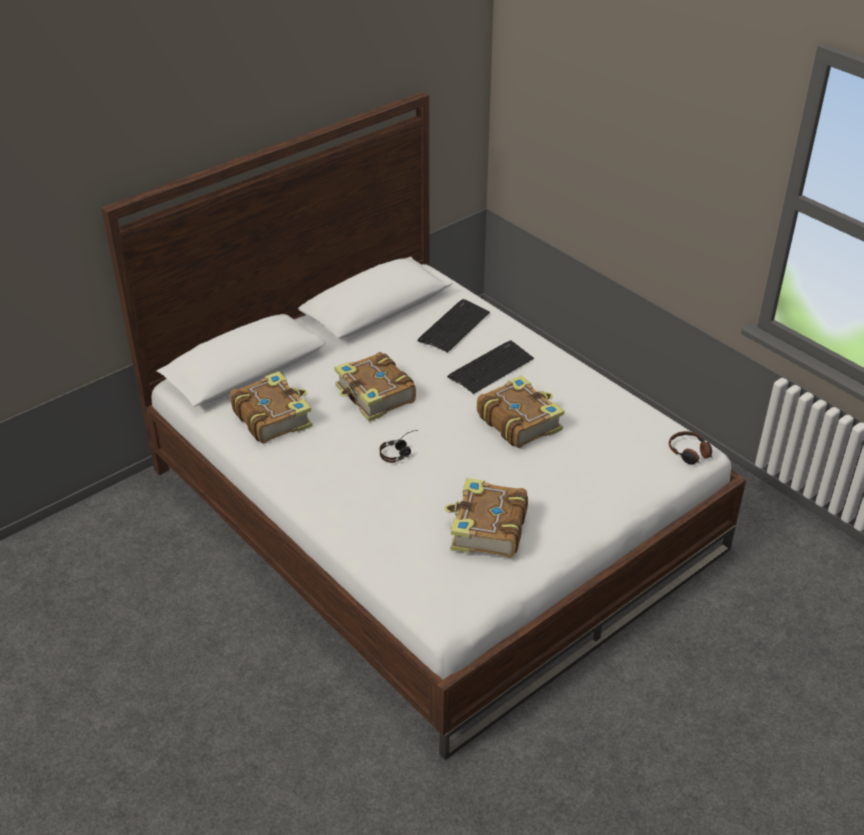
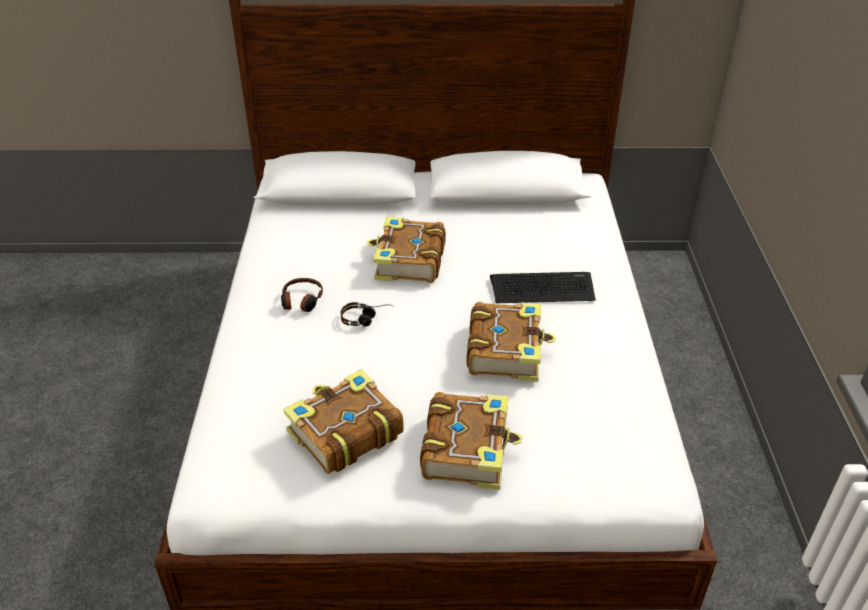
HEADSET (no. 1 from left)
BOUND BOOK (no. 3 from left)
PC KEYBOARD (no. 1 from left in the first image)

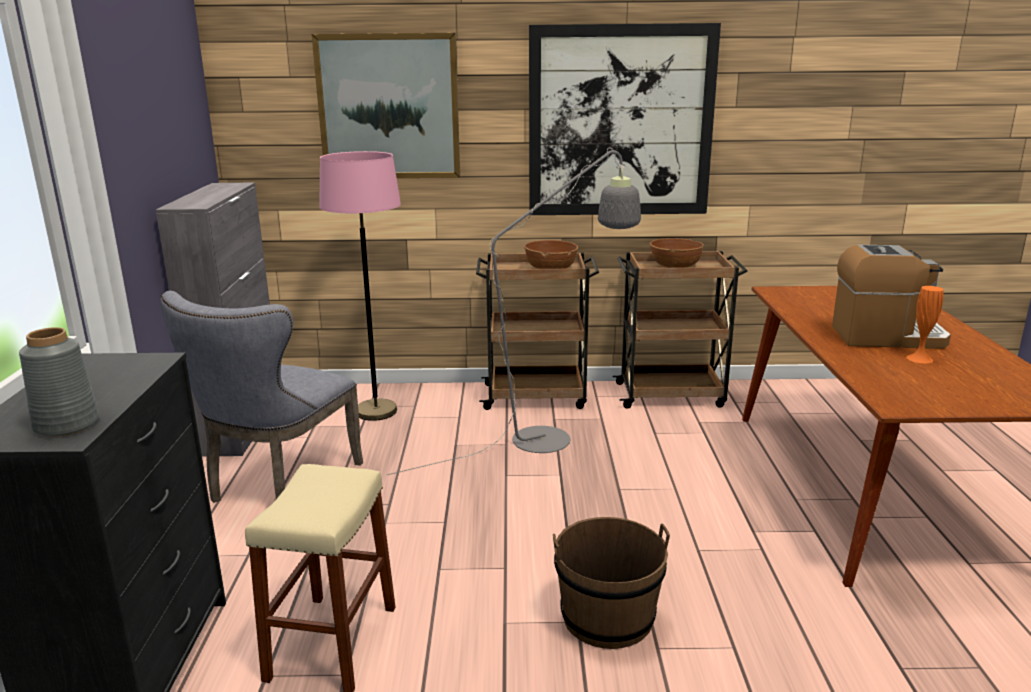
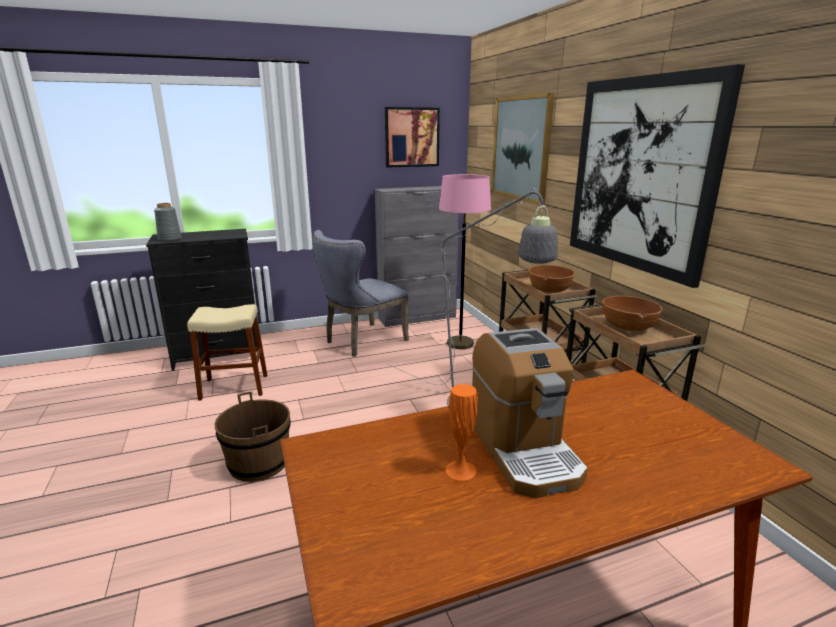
GREYISH UPRIGHT CHAIR
WALL PICTURE (no. 1 from left)

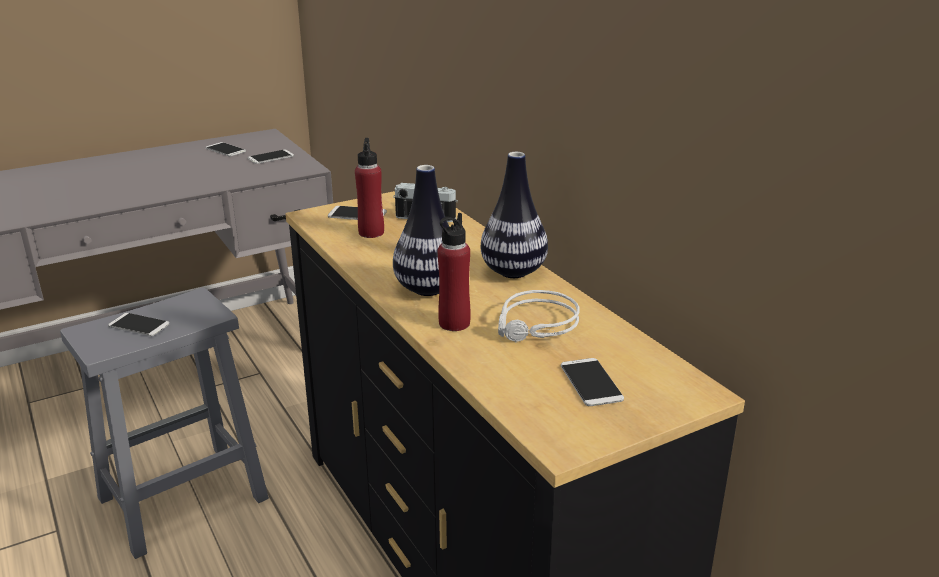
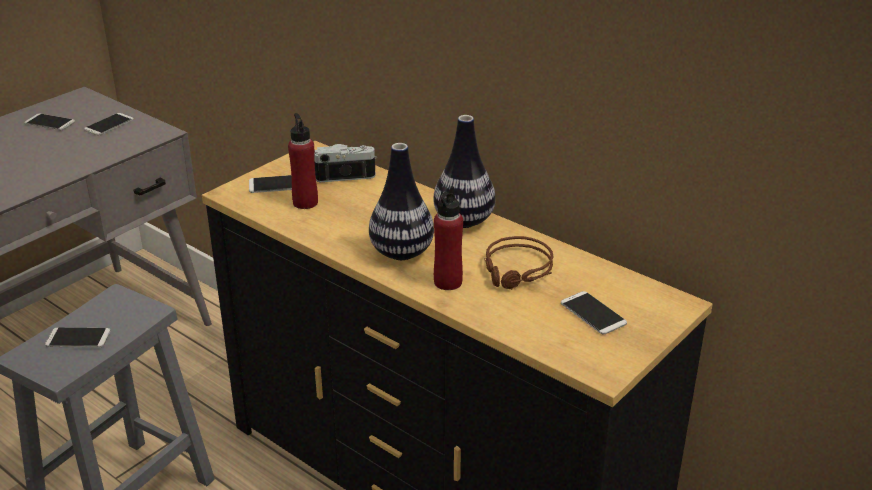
BROWN HEADSET

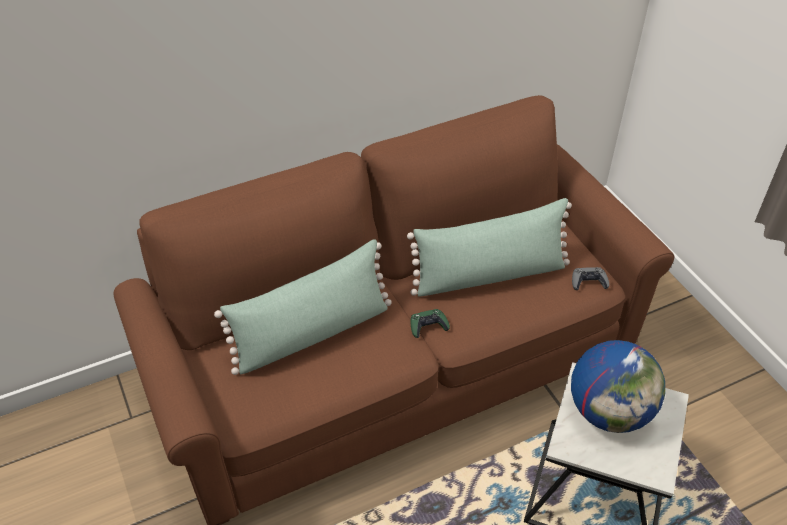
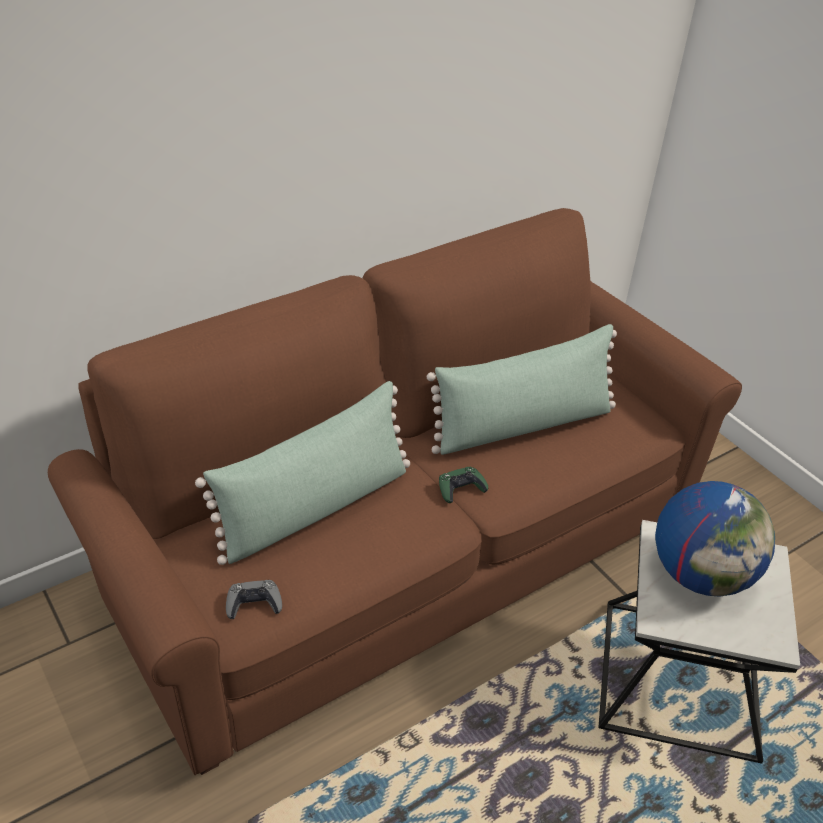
GREYISH GAME CONTROLLER

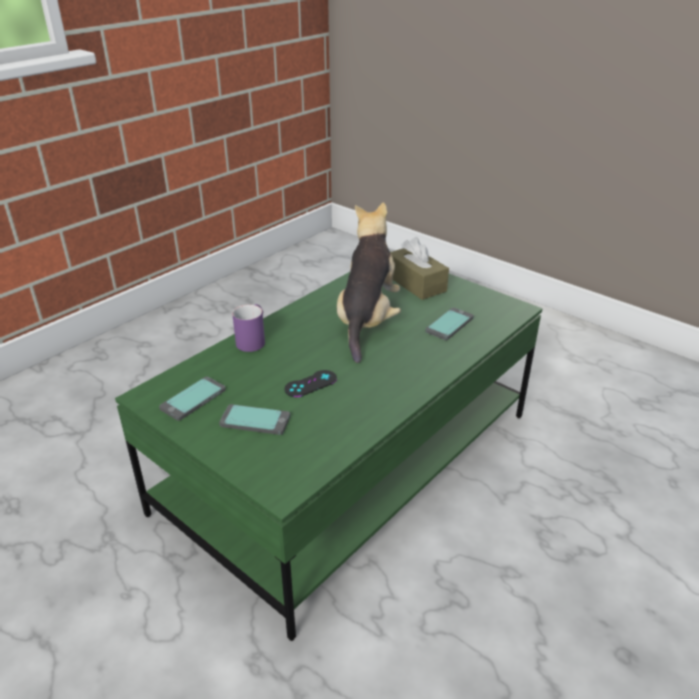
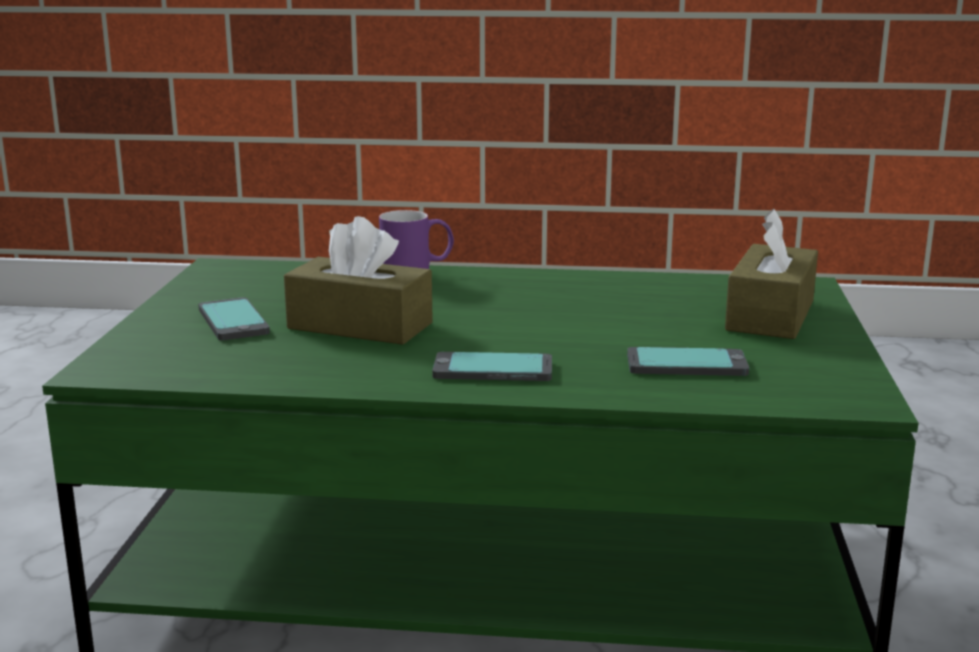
BROWN BOX OF TISSUES (no. 1 from left)
HANDSET (no. 2 from left)
CUDDLY TOY

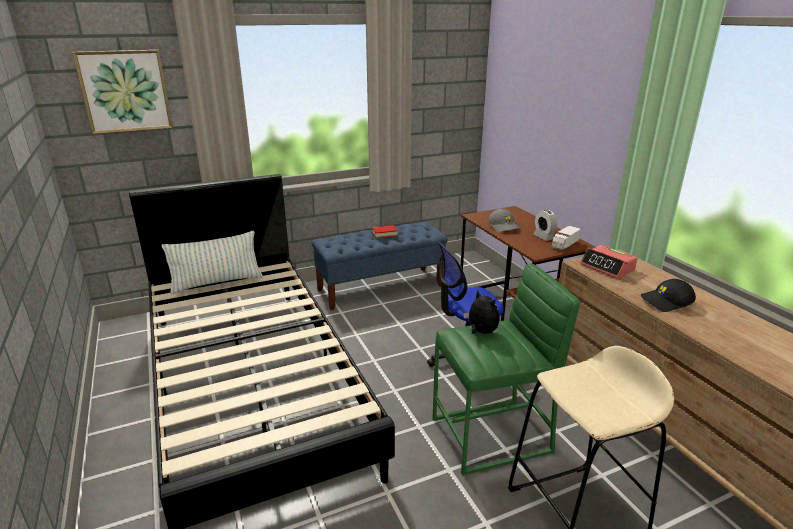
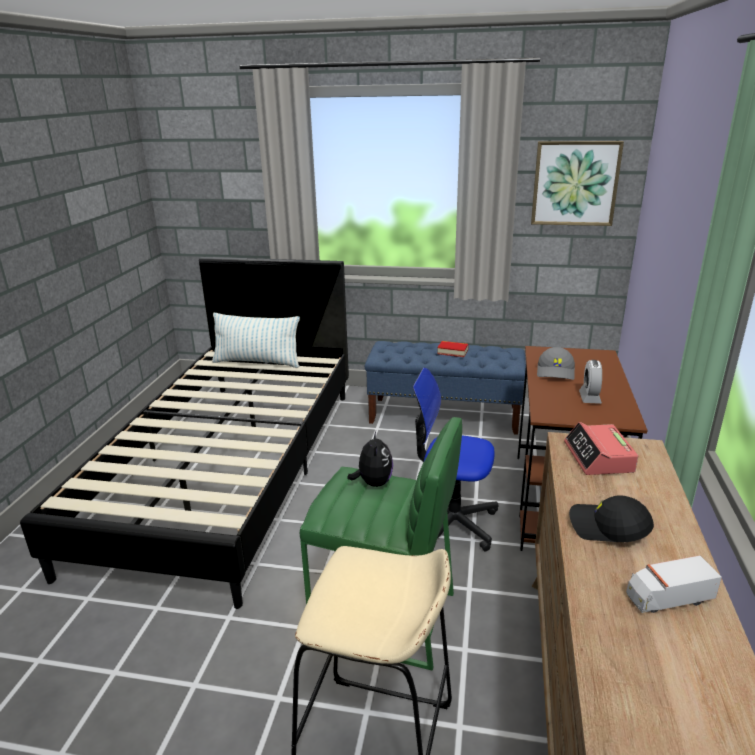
WALL PICTURE
TOY TRUCK

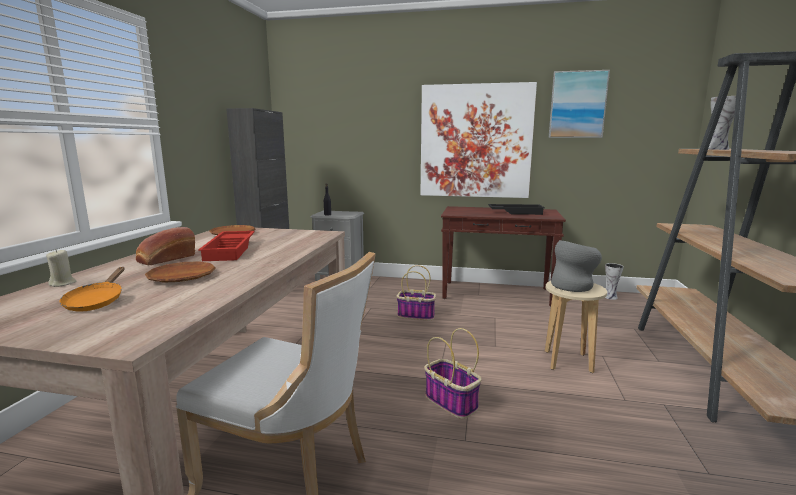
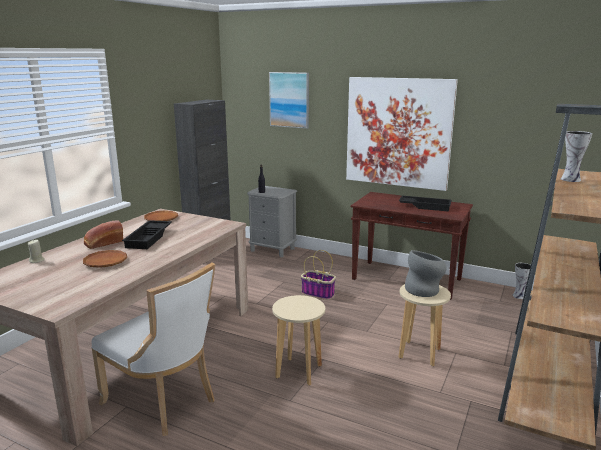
BLACK SERVING TRAY (no. 1 from left)
WALL PICTURE (no. 1 from left)
BEIGE STOOL (no. 1 from left)
ORANGE-COLOURED SKILLET

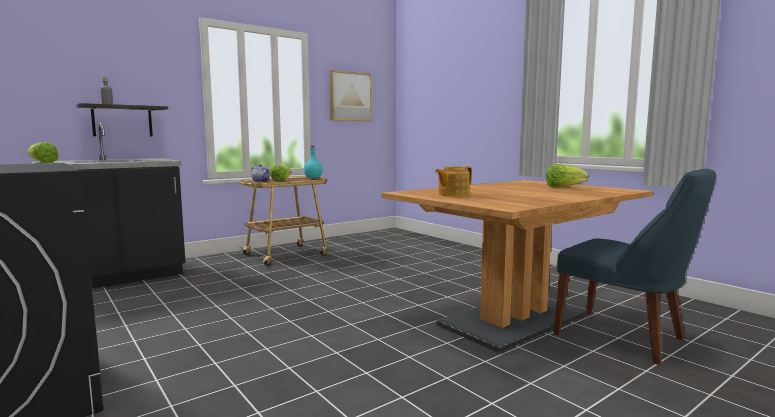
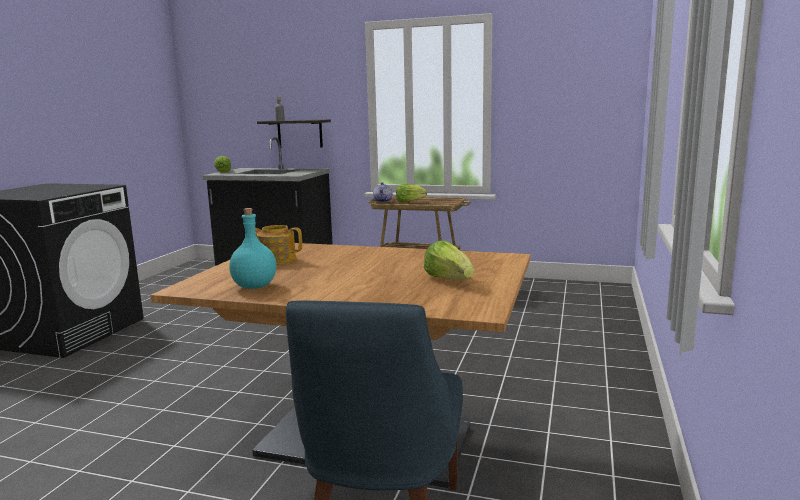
TURQUOISE-COLOURED BOTTLE
WALL PICTURE

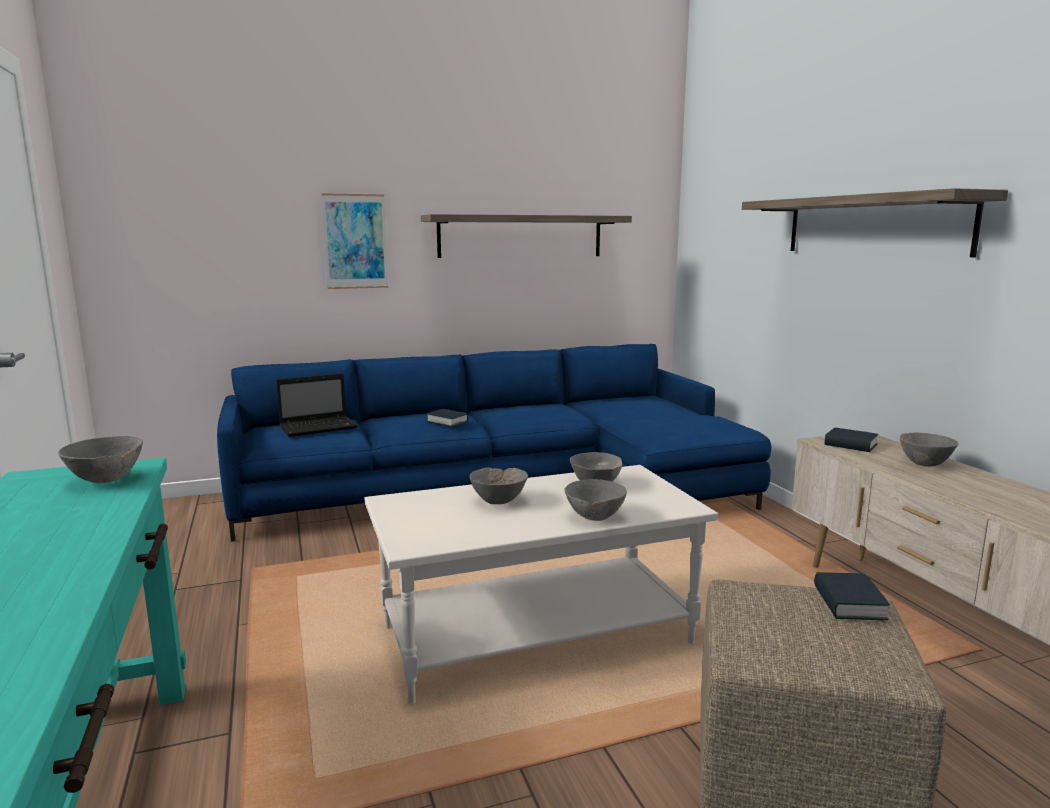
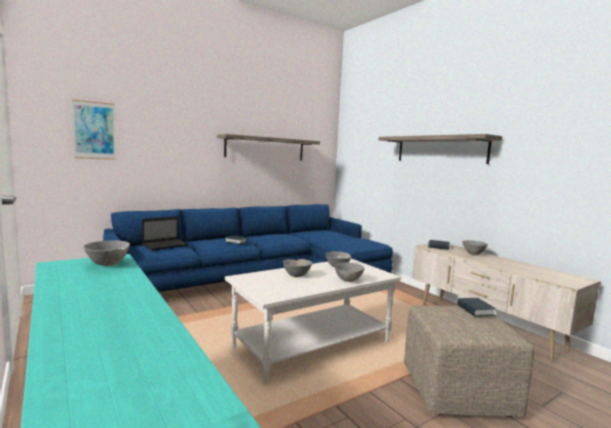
WALL PICTURE

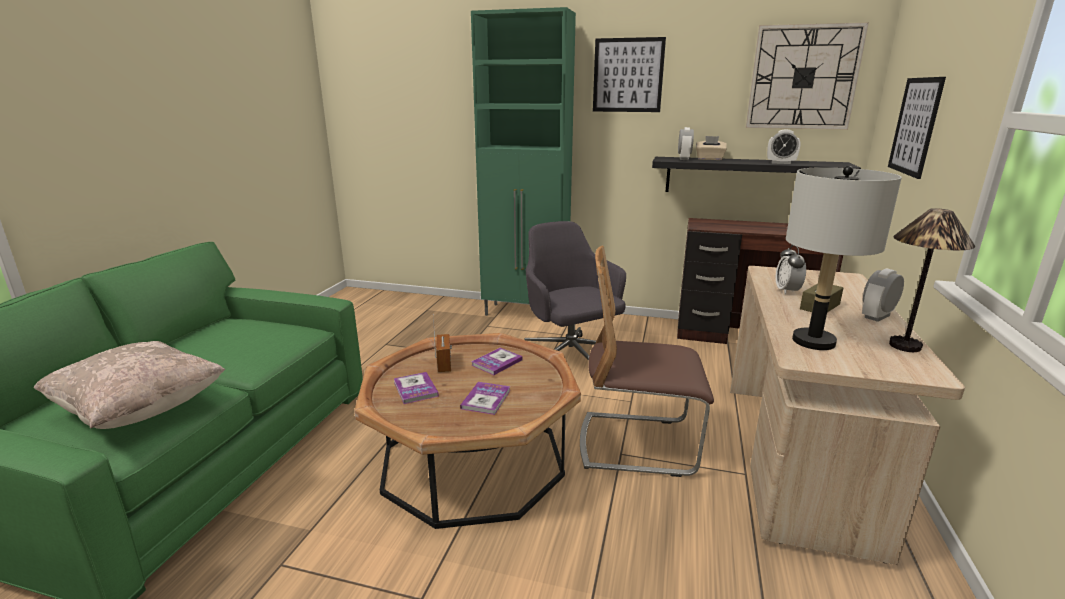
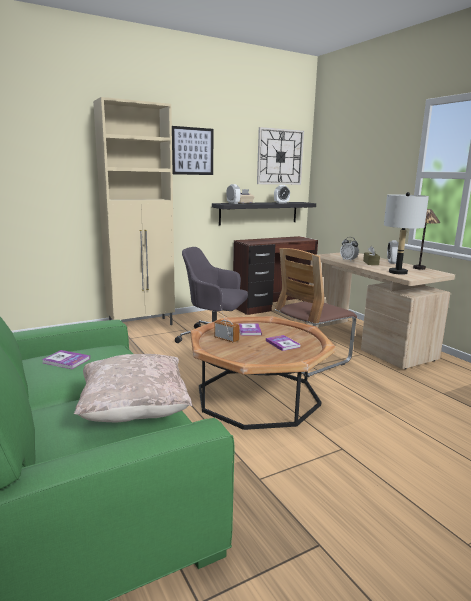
BOUND BOOK (no. 1 from left)
BEIGE CUPBOARD
WALL PICTURE (no. 2 from left in the first image)

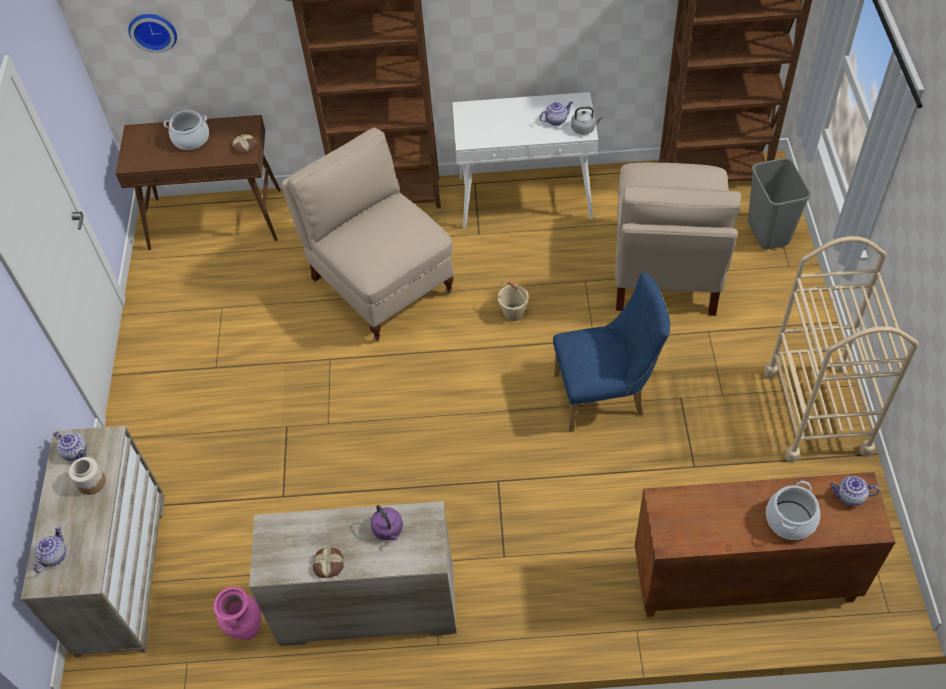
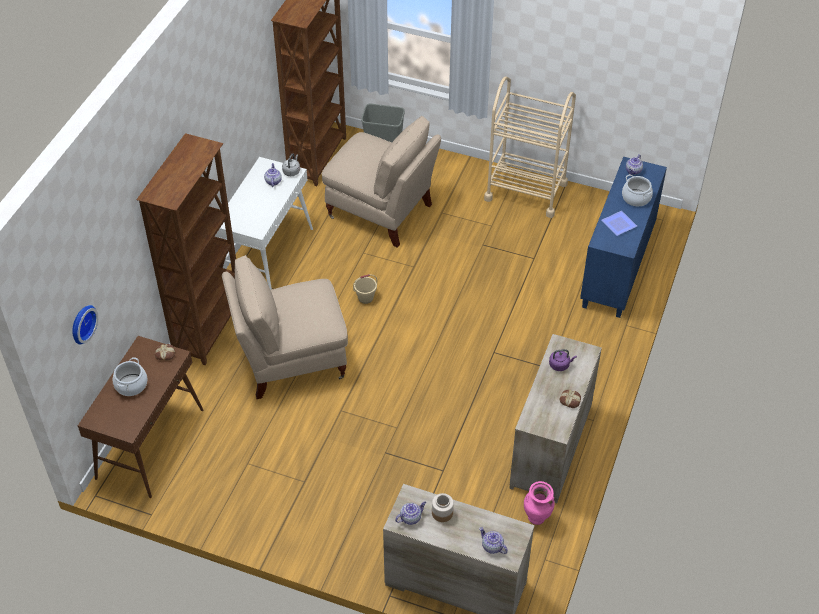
BLUE CUPBOARD
FLAT DISH
BLUE UPRIGHT CHAIR

